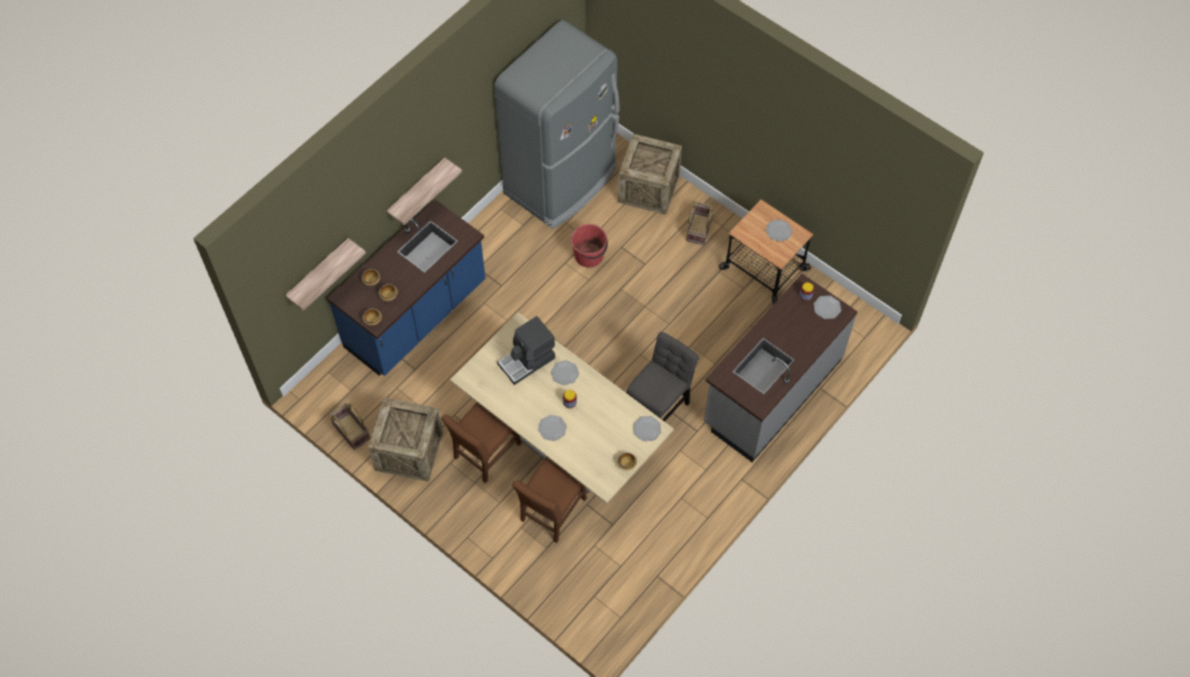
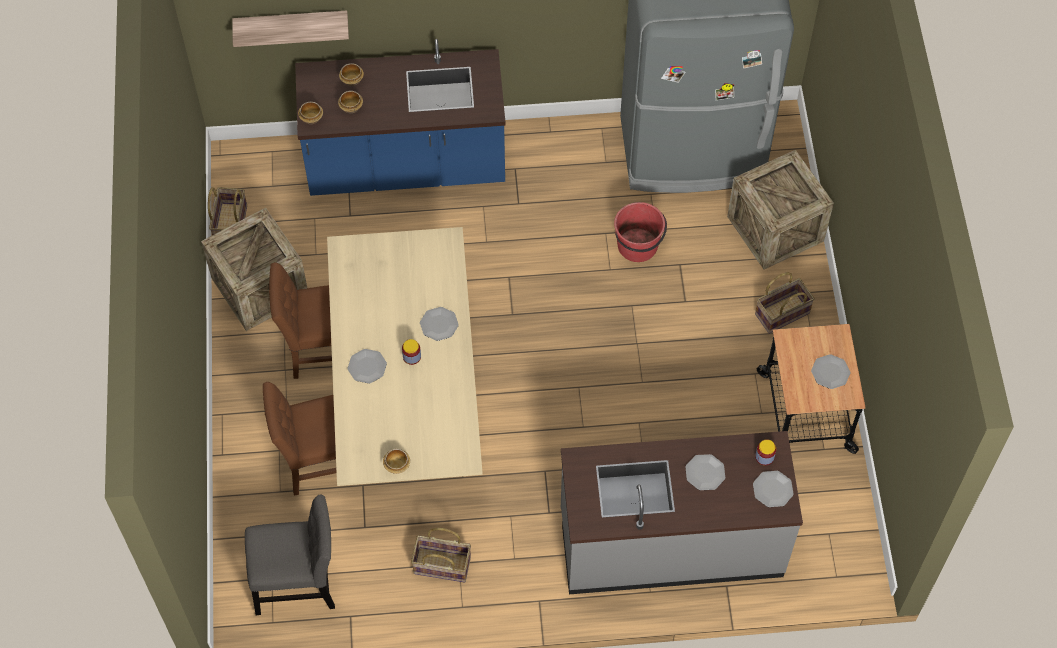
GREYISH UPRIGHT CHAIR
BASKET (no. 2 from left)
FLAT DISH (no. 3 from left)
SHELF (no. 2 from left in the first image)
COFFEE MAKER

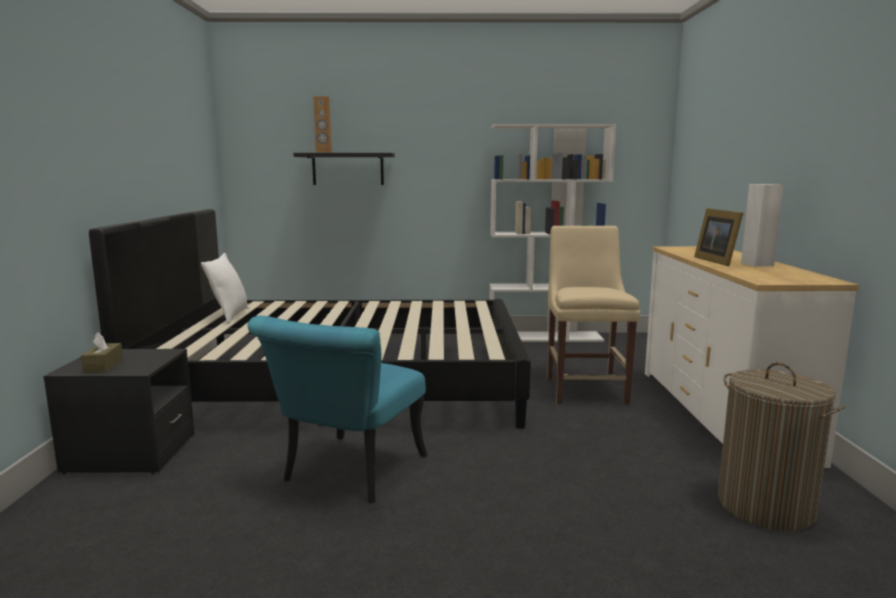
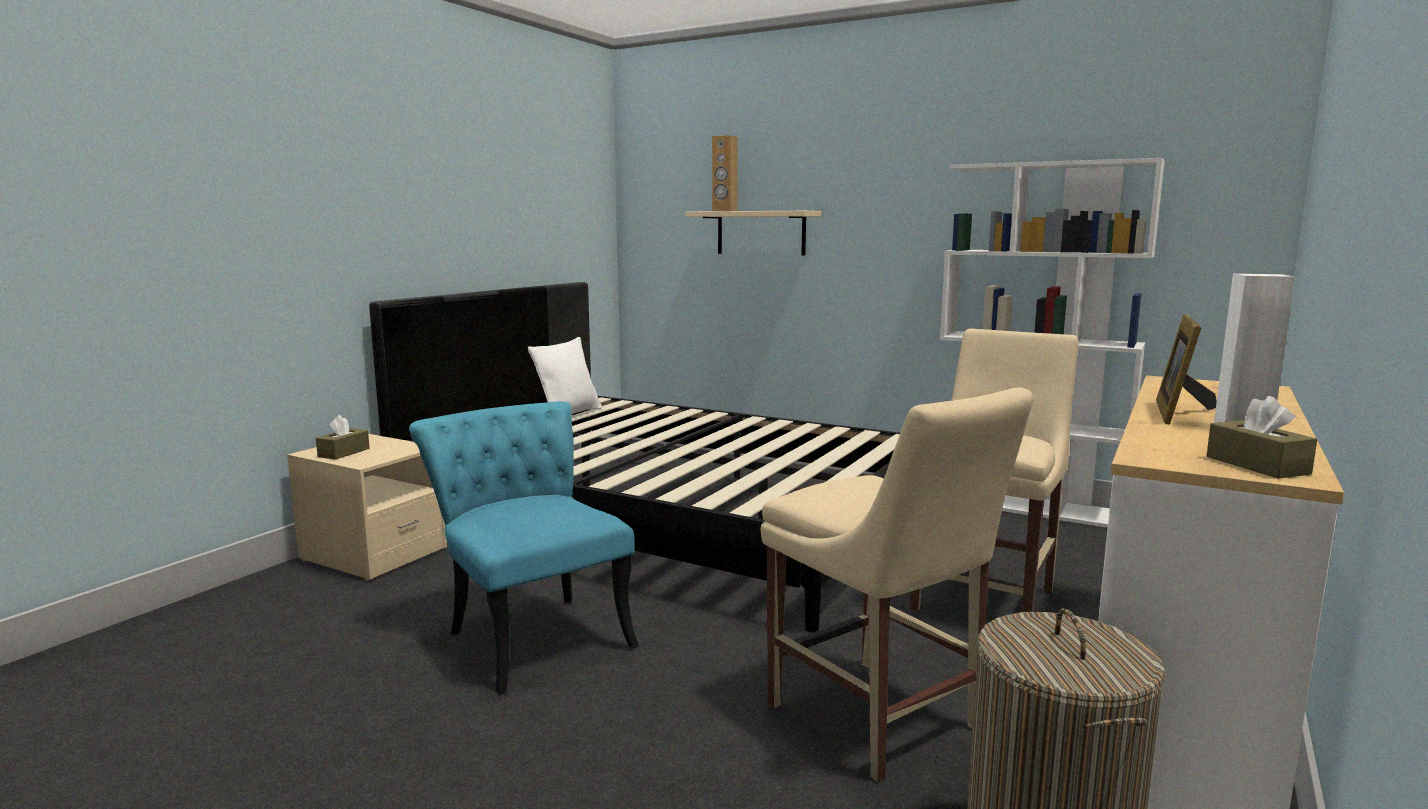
BEIGE NIGHTSTAND
TURQUOISE-COLOURED UPRIGHT CHAIR
BEIGE SHELF
BEIGE UPRIGHT CHAIR (no. 1 from left)
BROWN BOX OF TISSUES (no. 2 from left)

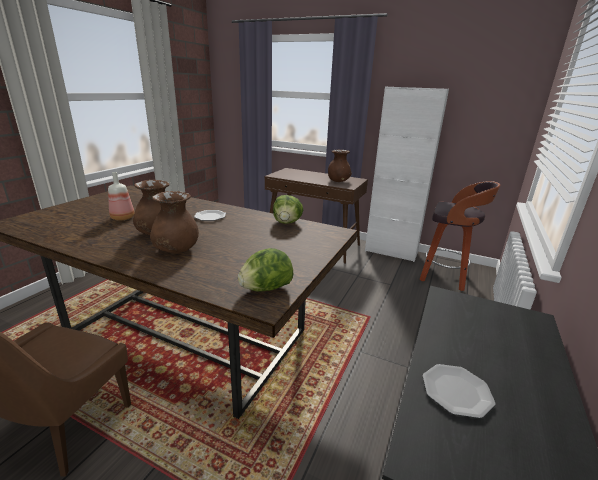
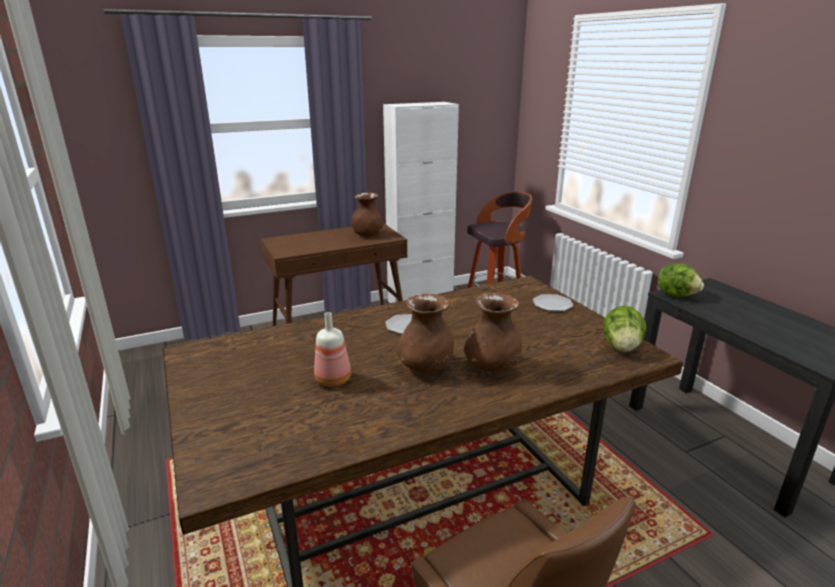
FLAT DISH (no. 2 from left)
LETTUCE HEAD (no. 2 from left)

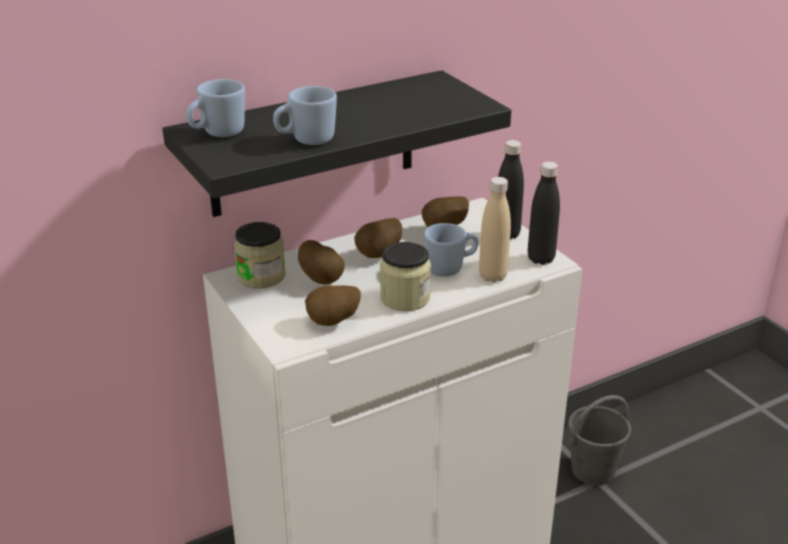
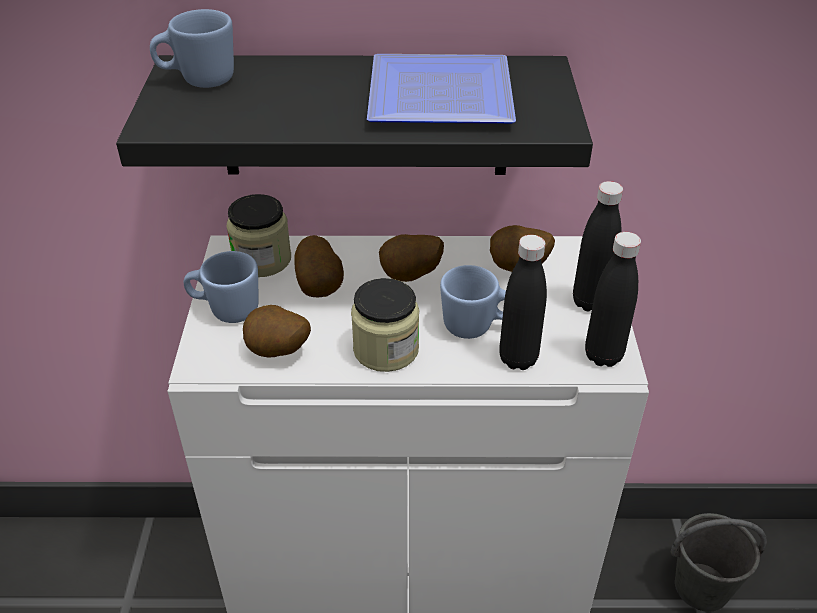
BLUE COFFEE MUG (no. 2 from left)
FLAT DISH
BLACK BOTTLE (no. 1 from left)

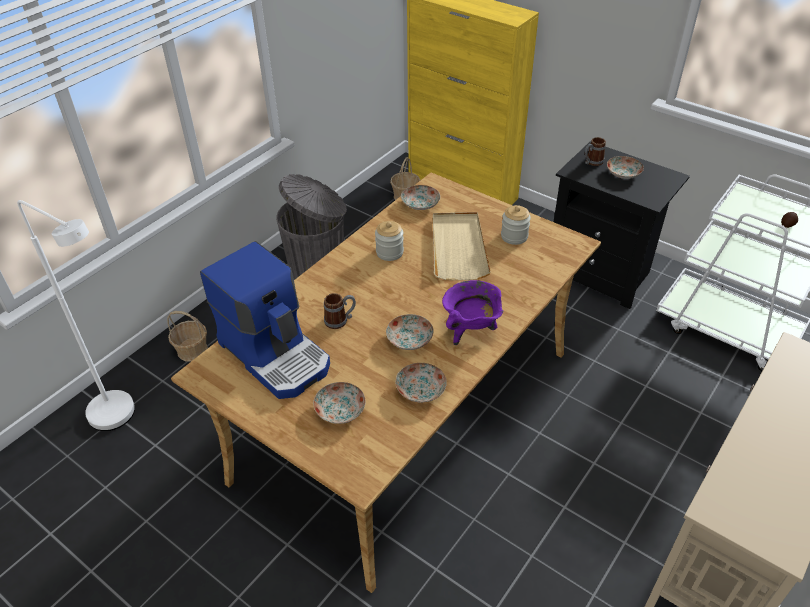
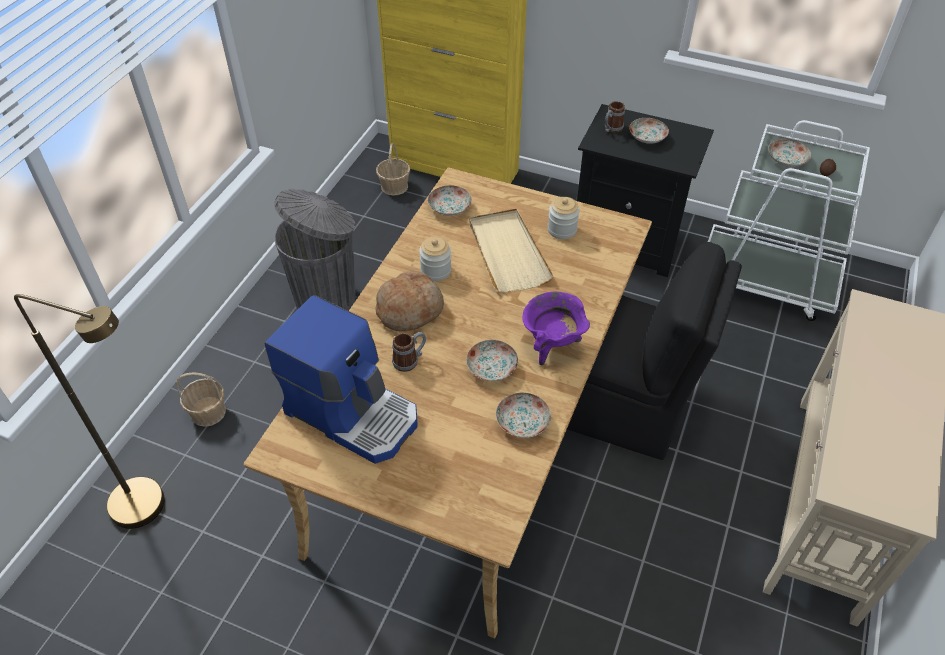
BROWN FLOOR LAMP
BAKED BREAD
BLACK UPRIGHT CHAIR
FLAT DISH (no. 5 from left)

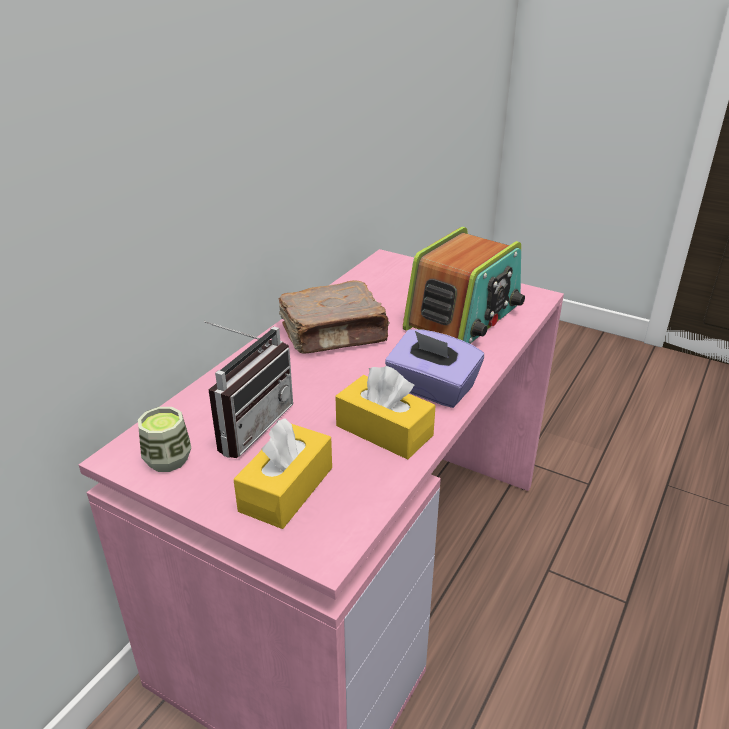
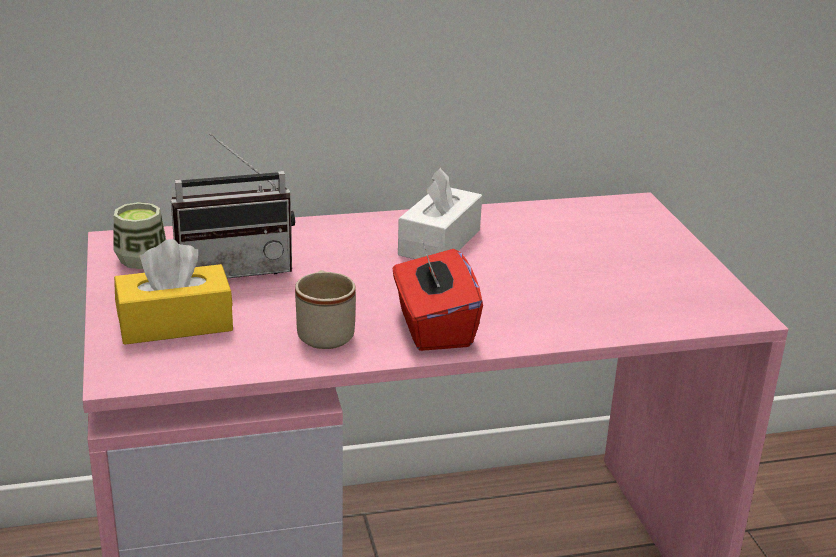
BEIGE COFFEE MUG
RED BOX OF TISSUES
WHITISH BOX OF TISSUES
RADIO (no. 2 from left in the first image)

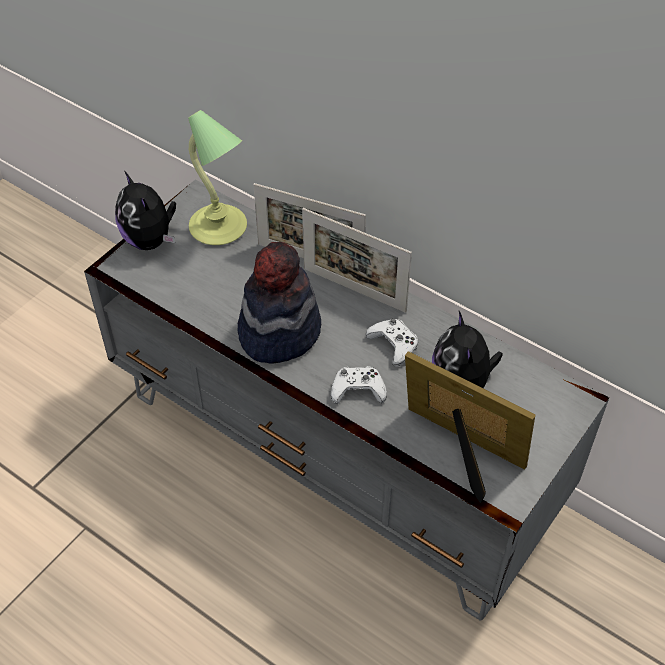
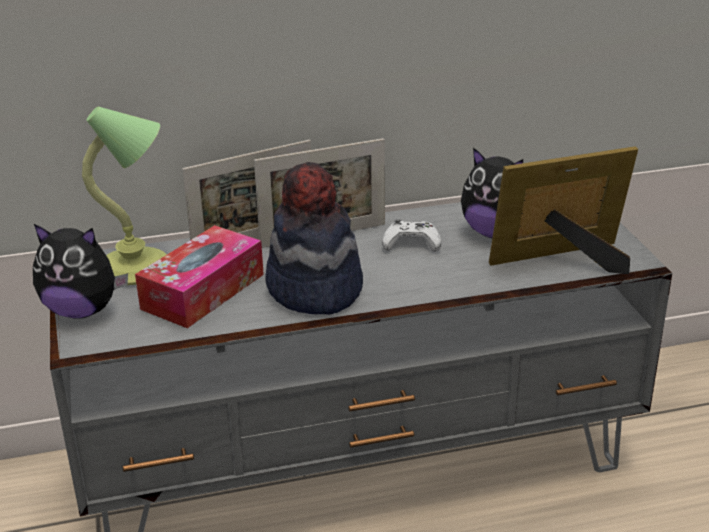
BOX OF TISSUES
WHITISH GAME CONTROLLER (no. 1 from left in the first image)

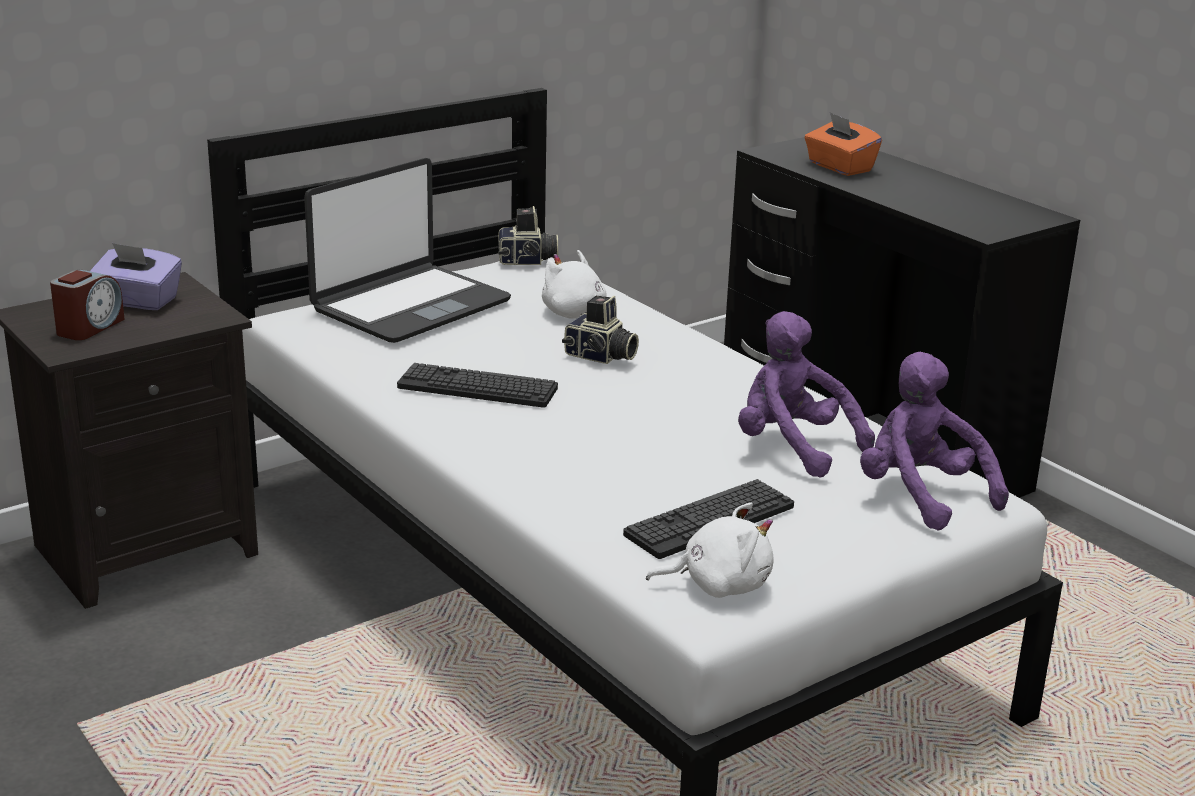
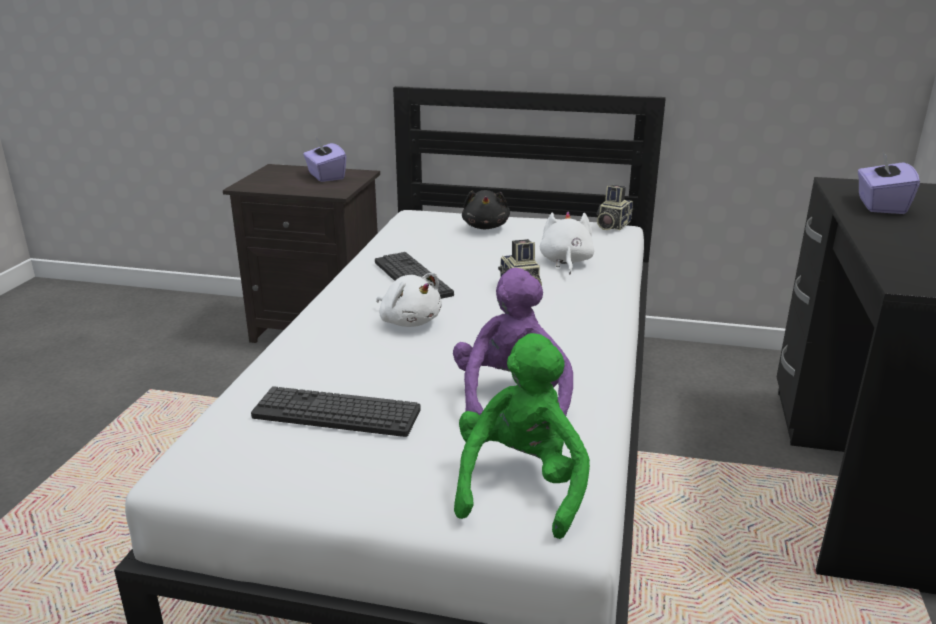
WHITISH CUDDLY TOY (no. 1 from left)
GREEN-COLOURED CUDDLY TOY
BLACK CUDDLY TOY
PHOTO CAMERA (no. 2 from left)
PURPLE BOX OF TISSUES (no. 2 from left)
BEDSIDE CLOCK

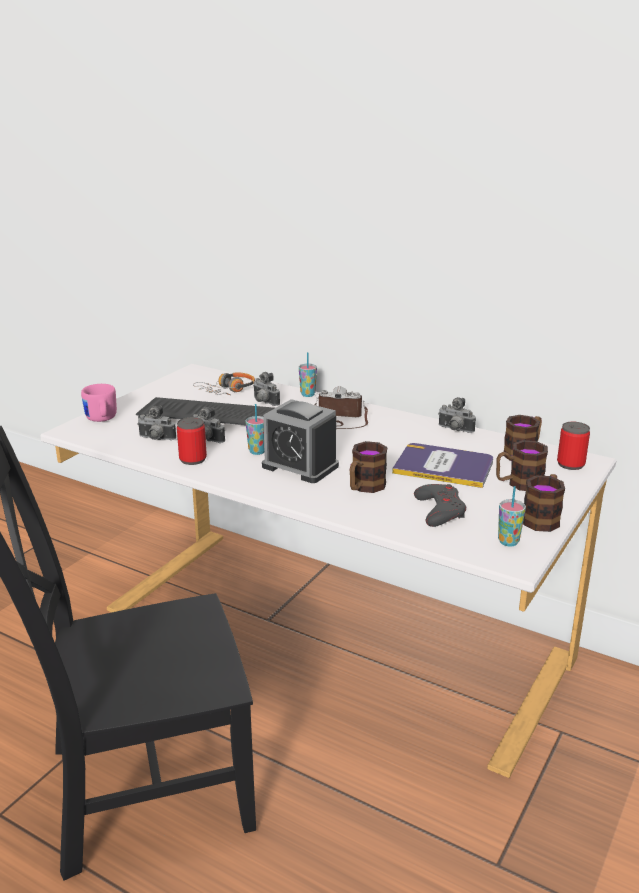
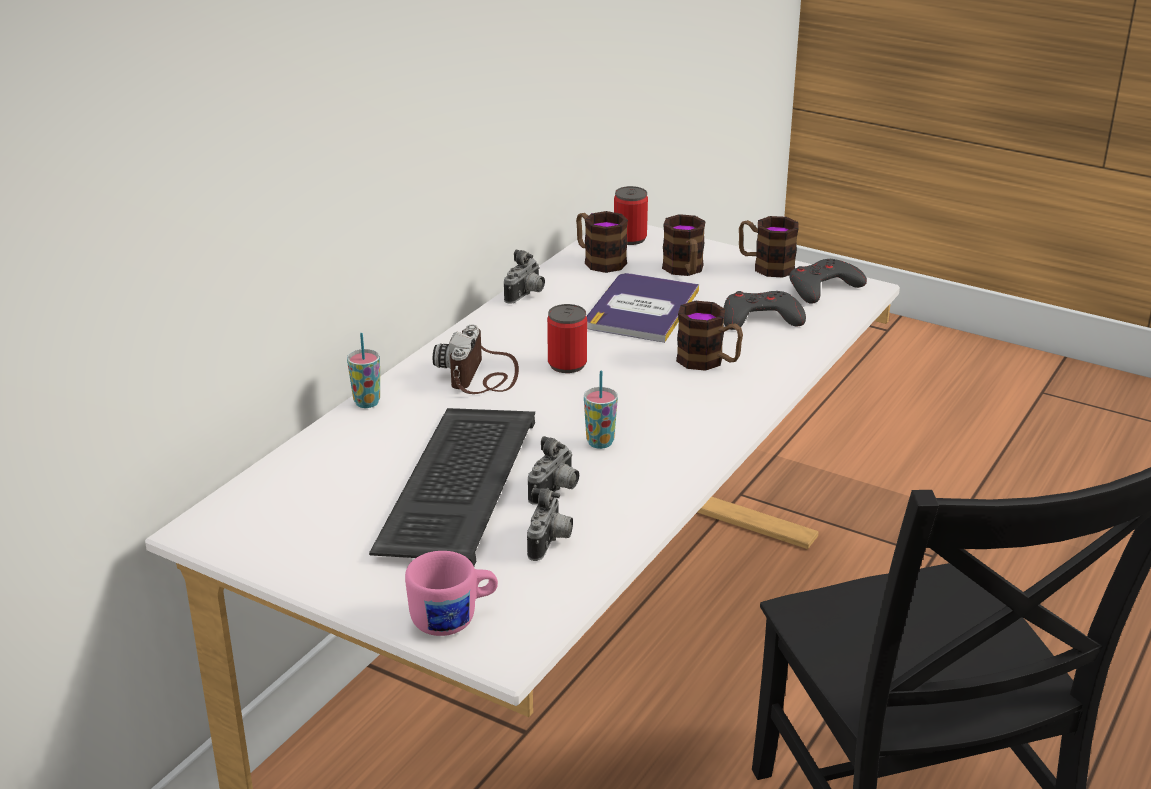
METAL CAN (no. 1 from left)
GREYISH GAME CONTROLLER (no. 2 from left)
HEADSET
PHOTO CAMERA (no. 3 from left in the first image)
BEDSIDE CLOCK

